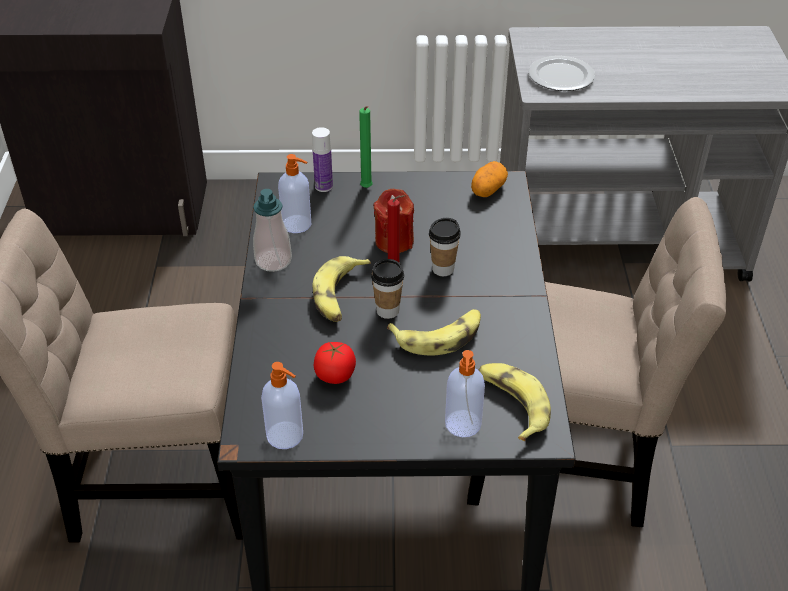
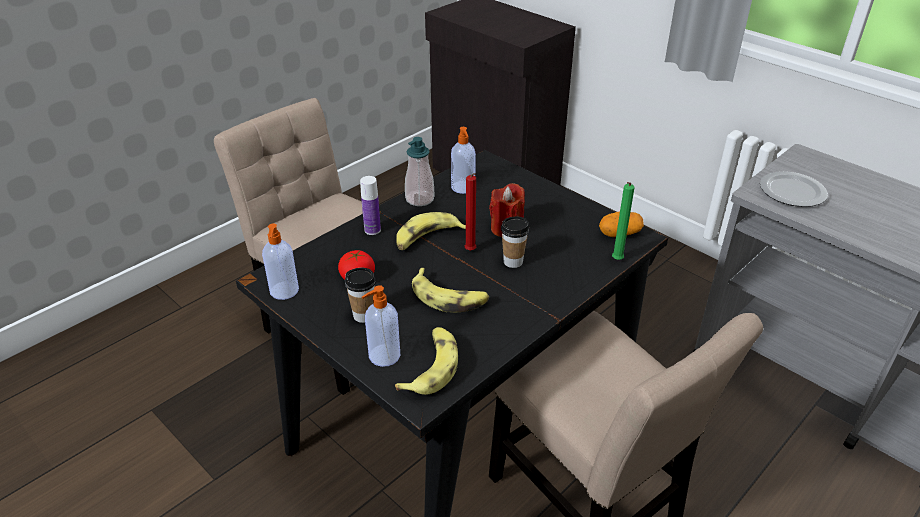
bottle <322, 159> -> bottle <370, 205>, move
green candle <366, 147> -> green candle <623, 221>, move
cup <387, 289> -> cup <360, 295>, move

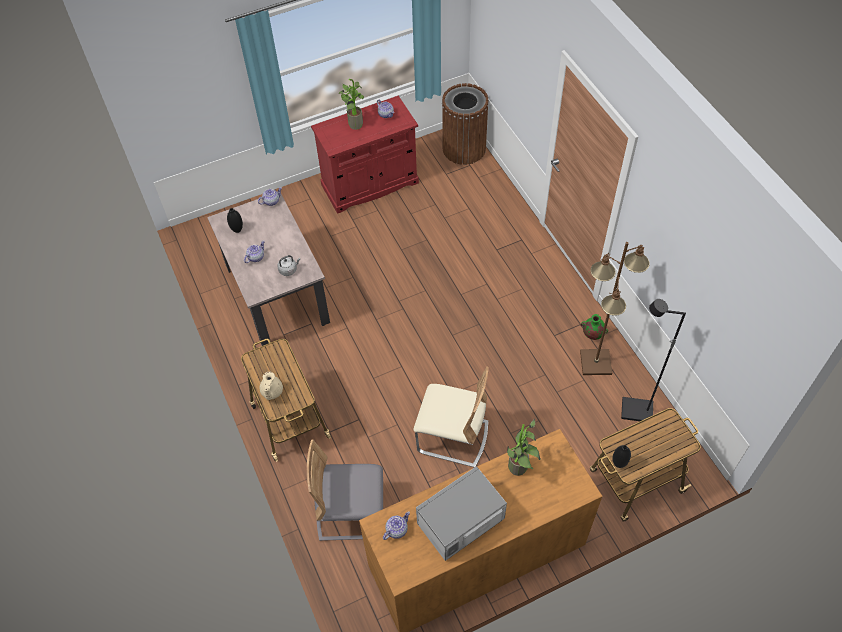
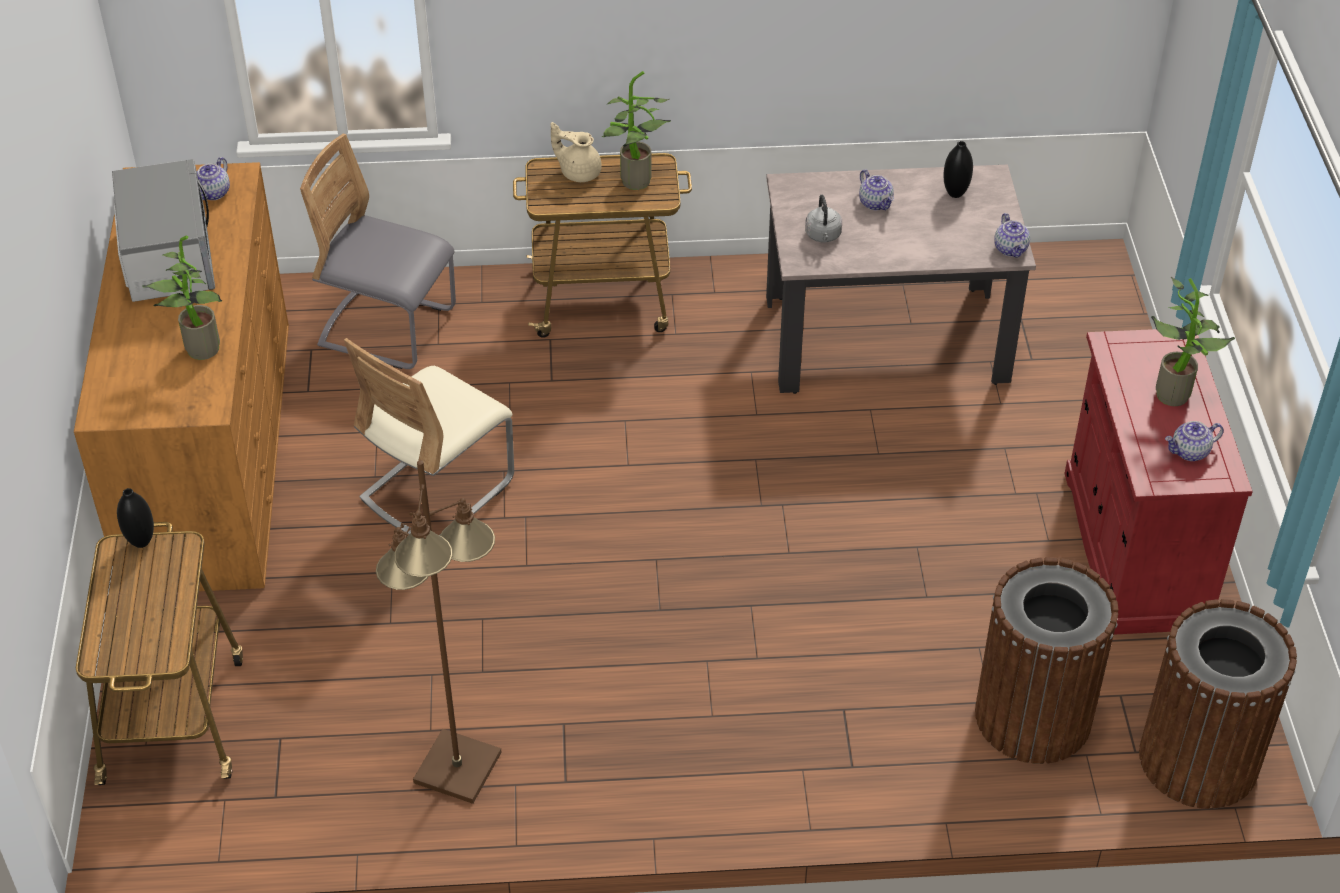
green vase <594, 327> -> none
black floor lamp <653, 360> -> none
none -> potted plant <636, 130>
none -> brown trash can <1047, 660>
grey chair <345, 490> -> grey chair <378, 251>, 90 degrees counterclockwise
teapot <396, 525> -> teapot <213, 178>, 45 degrees clockwise

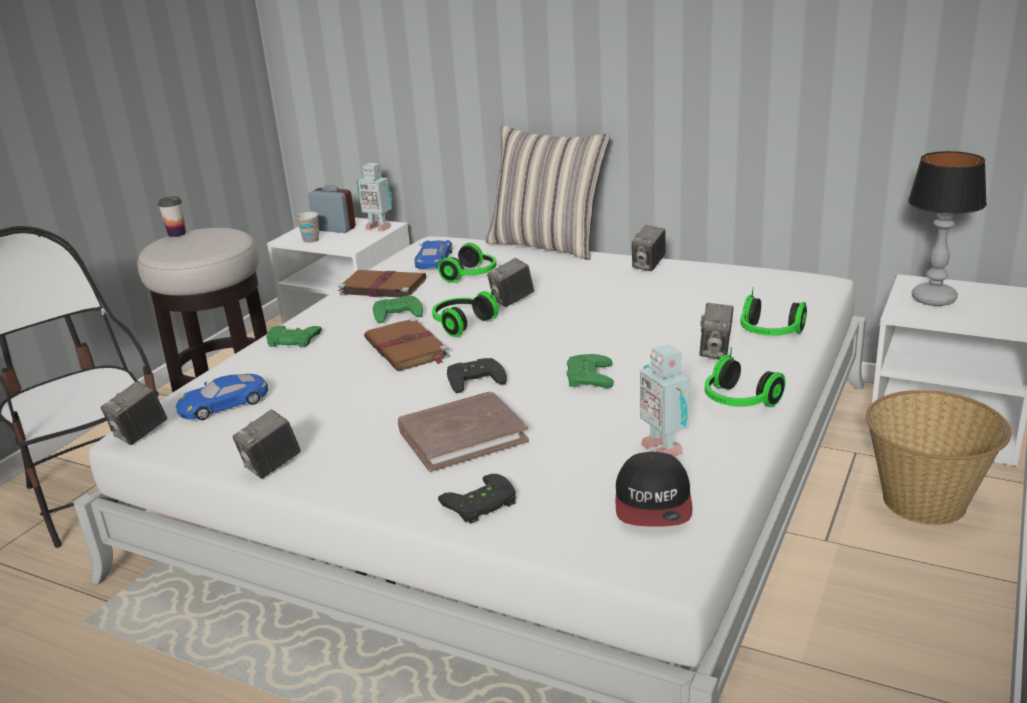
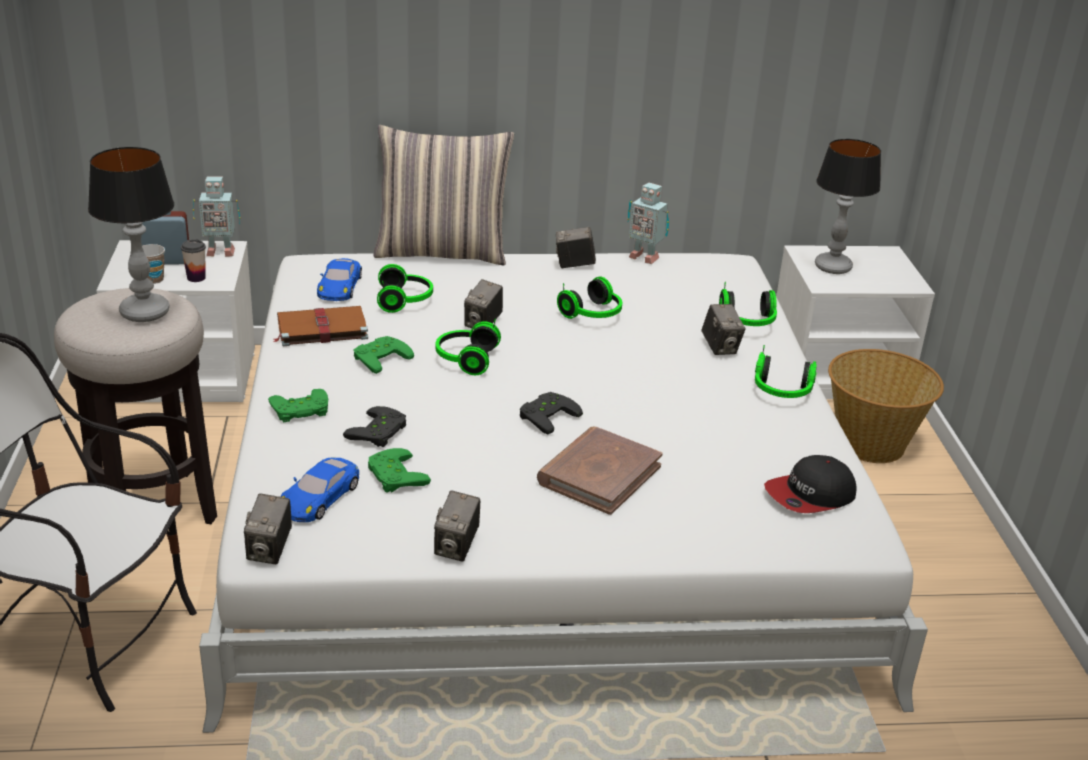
brown book <407, 344> -> none
none -> table lamp <131, 234>
none -> headphones <589, 297>
cup <172, 216> -> cup <193, 260>, move
black game controller <477, 499> -> black game controller <374, 426>, move
green game controller <590, 371> -> green game controller <399, 470>, move
toy robot <665, 400> -> toy robot <648, 223>, move
blue toy car <433, 254> -> blue toy car <339, 279>, 150 degrees counterclockwise
cap <654, 489> -> cap <810, 484>, 90 degrees clockwise
photo camera <649, 248> -> photo camera <576, 247>, 90 degrees clockwise

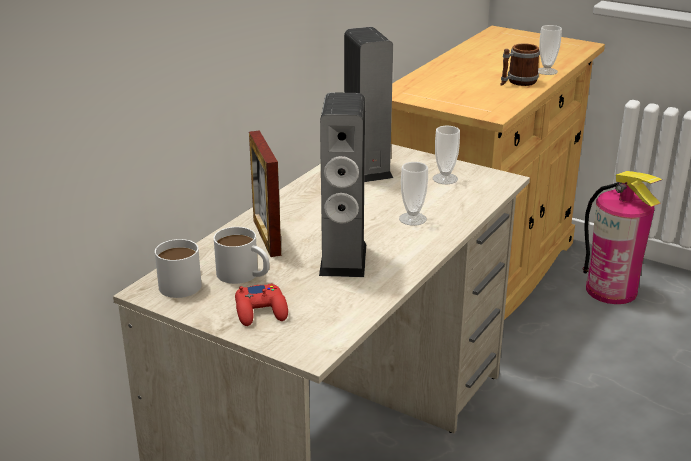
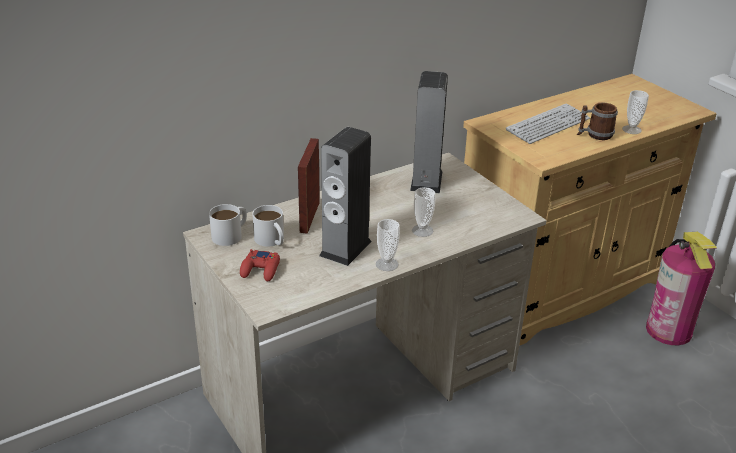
none -> keyboard <548, 123>
cup <446, 155> -> cup <388, 245>, move

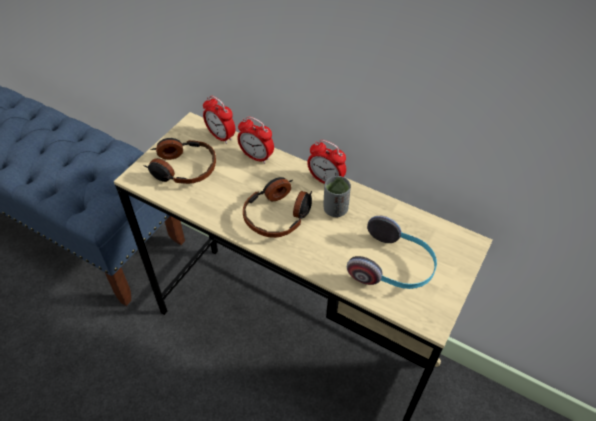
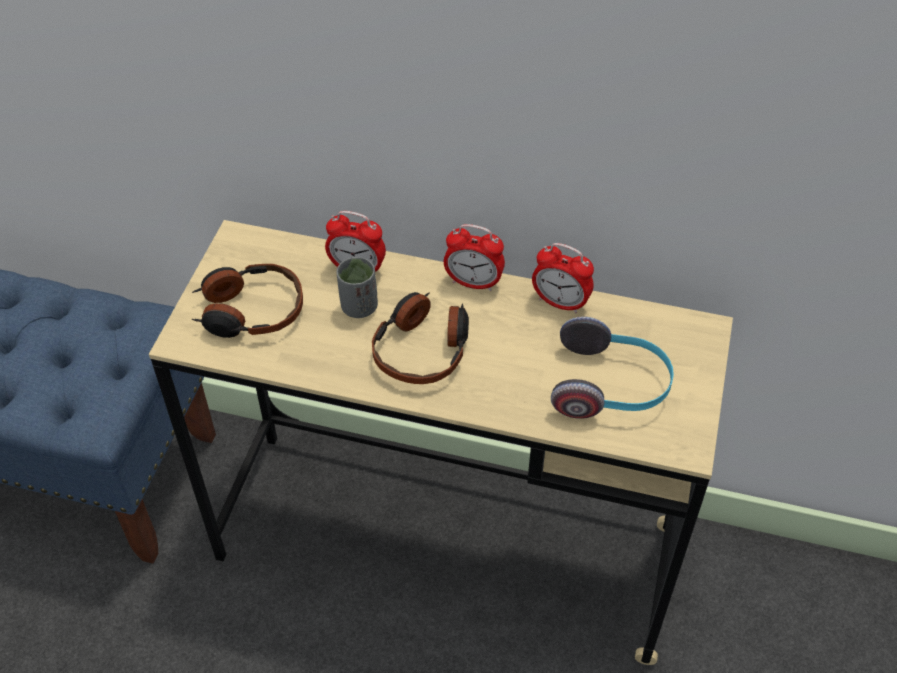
alarm clock <219, 119> -> alarm clock <563, 278>, move
grey cup <337, 196> -> grey cup <357, 287>, move

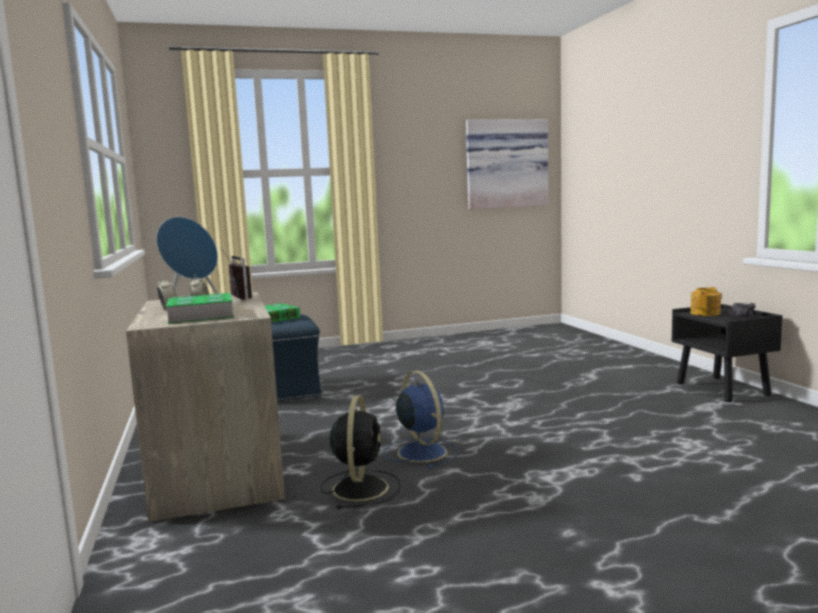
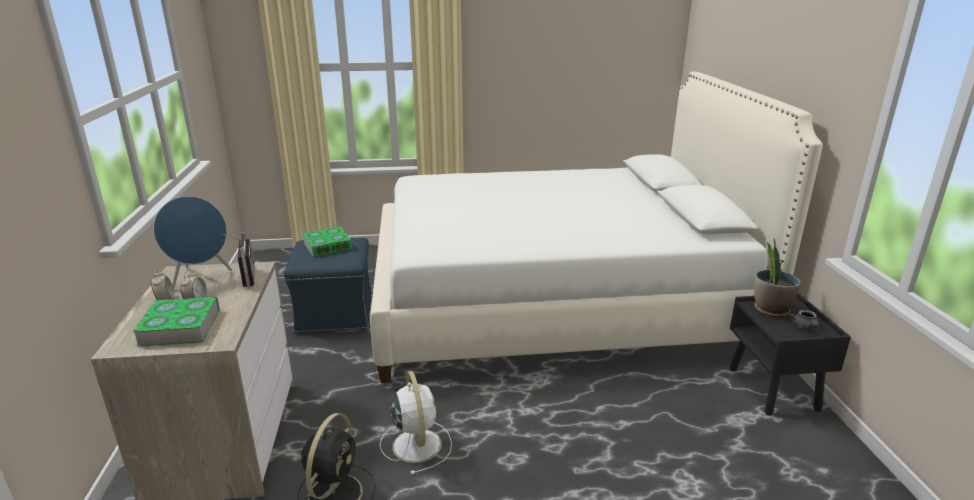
picture <507, 164> -> none
none -> white bed <596, 227>
teapot <705, 301> -> potted plant <777, 277>
blue fan <421, 420> -> white fan <416, 423>

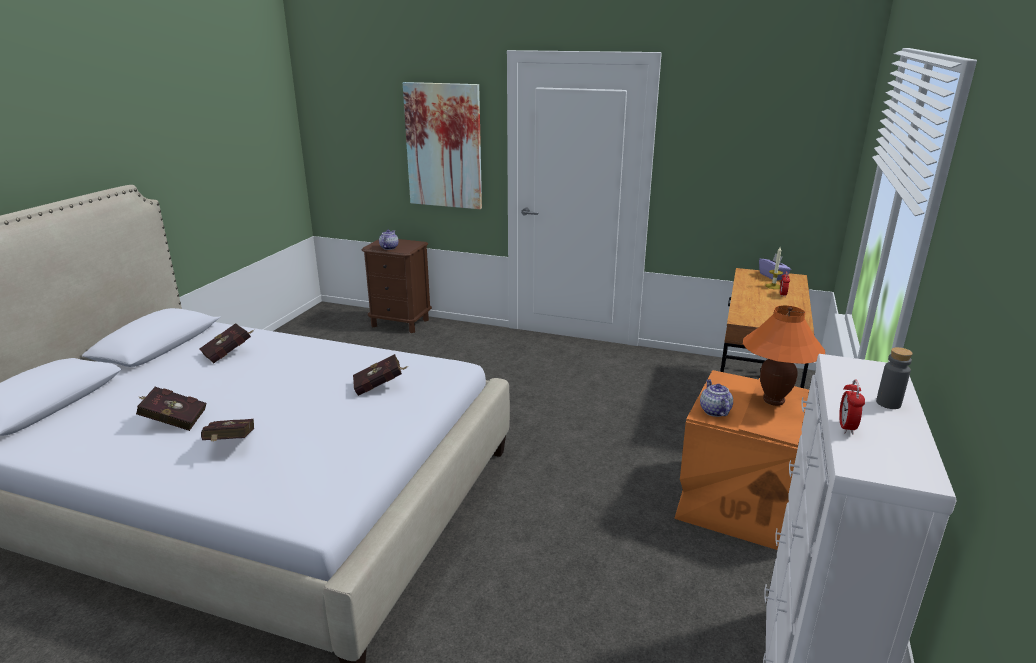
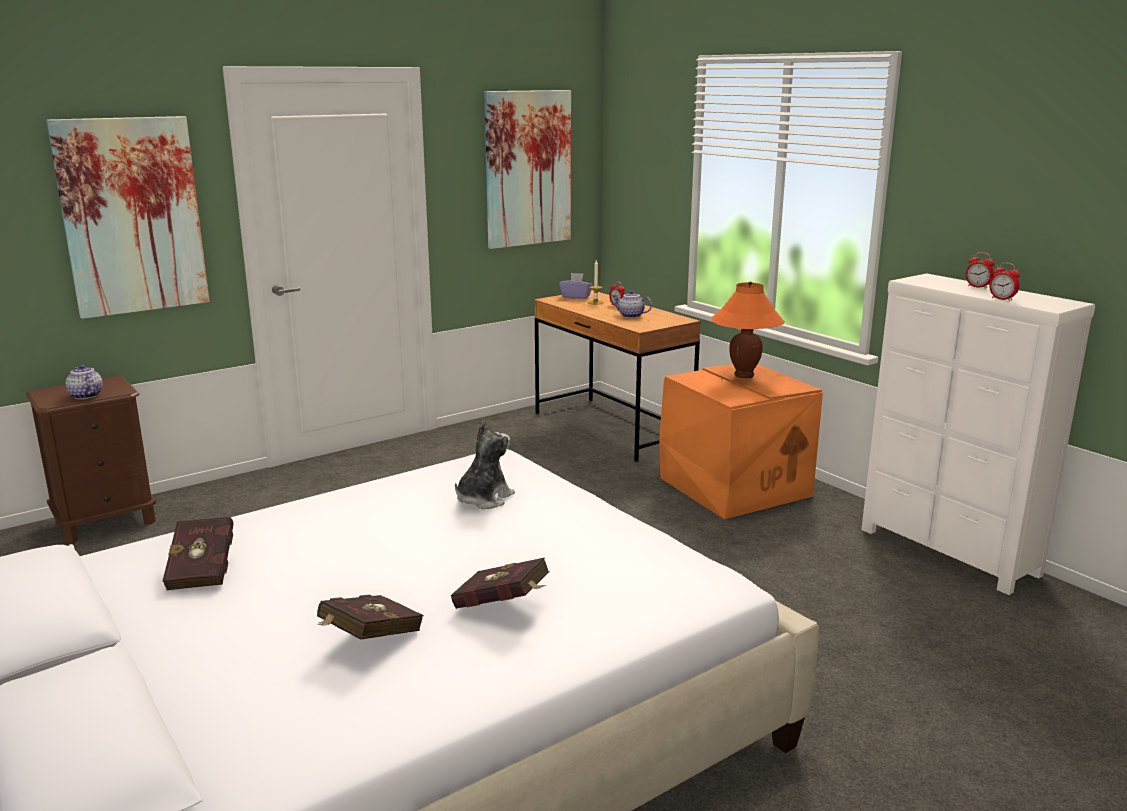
none -> picture <527, 169>
teapot <716, 398> -> teapot <632, 304>, move
red book <380, 375> -> plush toy <485, 465>
grey bottle <894, 378> -> alarm clock <980, 270>

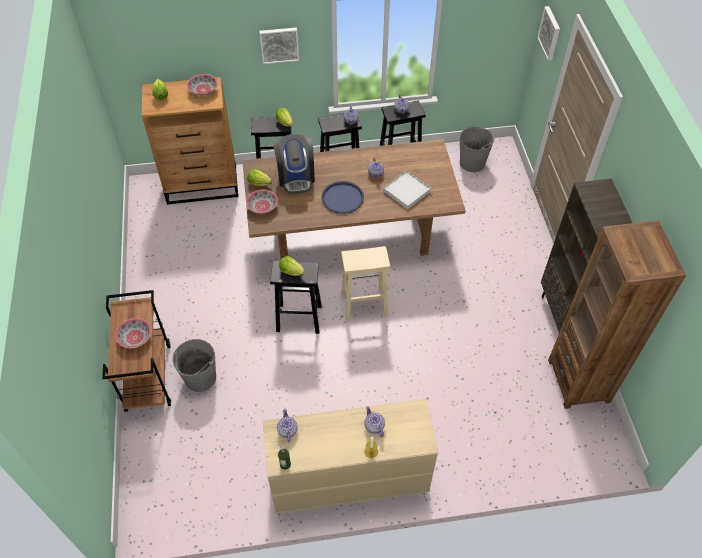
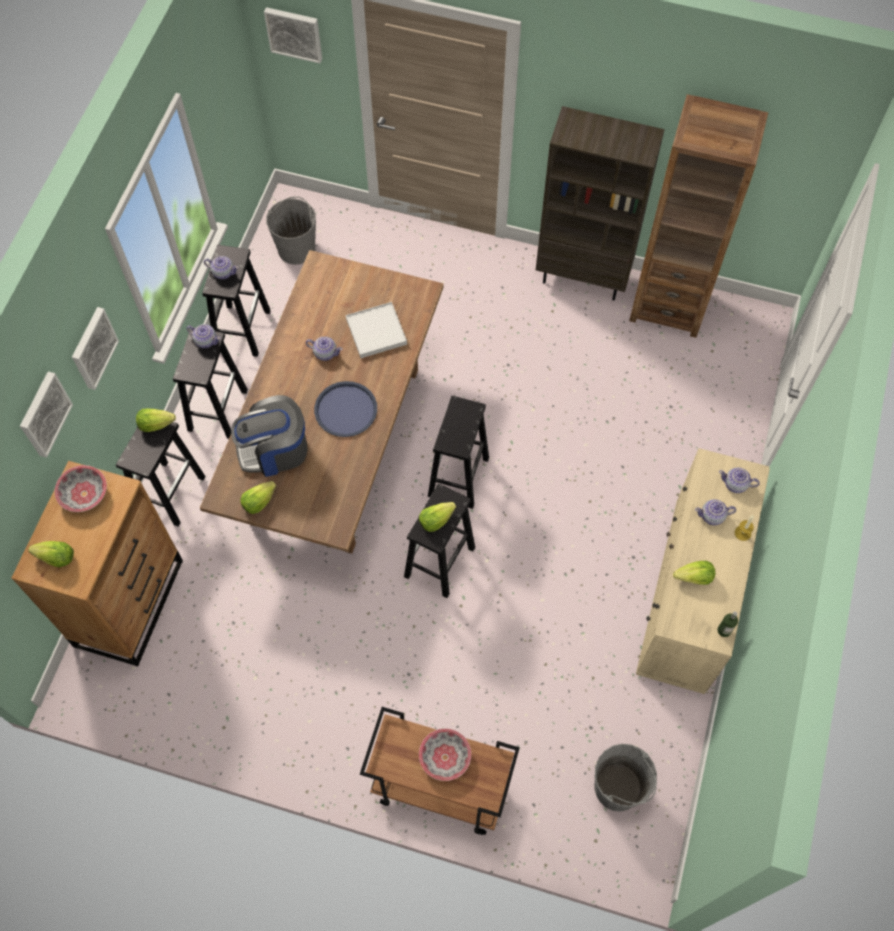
bowl <262, 201> -> none
none -> picture <46, 414>
none -> lettuce <694, 573>
grey bucket <194, 365> -> grey bucket <626, 778>, move
teapot <287, 426> -> teapot <739, 480>, move
beige stool <365, 284> -> black stool <458, 452>
coffee machine <294, 164> -> coffee machine <269, 436>, 150 degrees clockwise

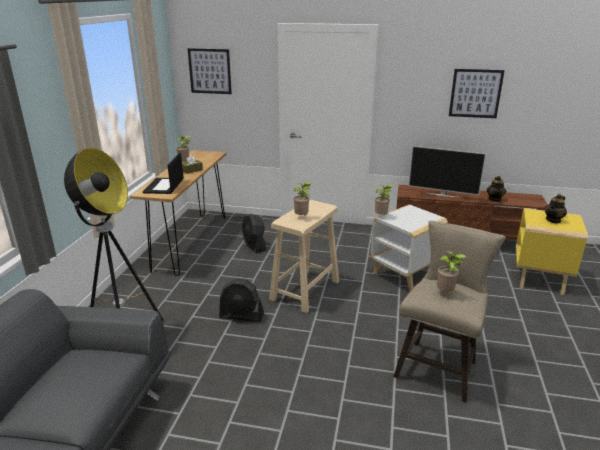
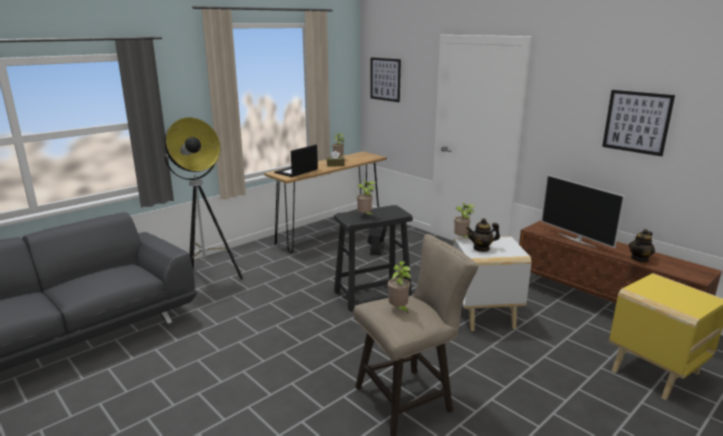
black fan <241, 300> -> none
teapot <555, 209> -> teapot <483, 235>, move
beige stool <304, 256> -> black stool <373, 258>

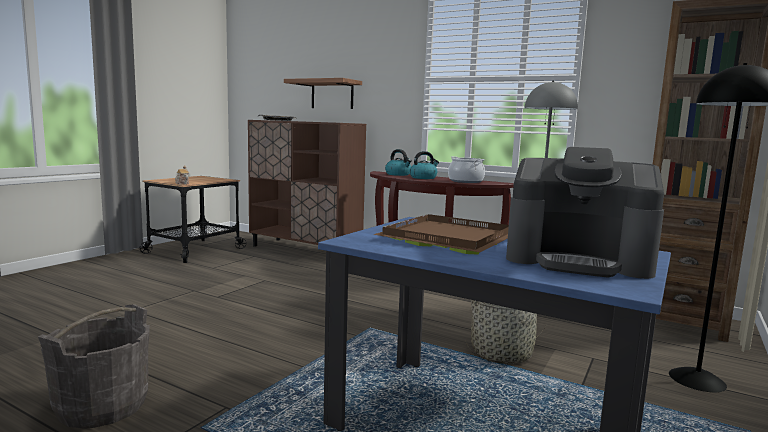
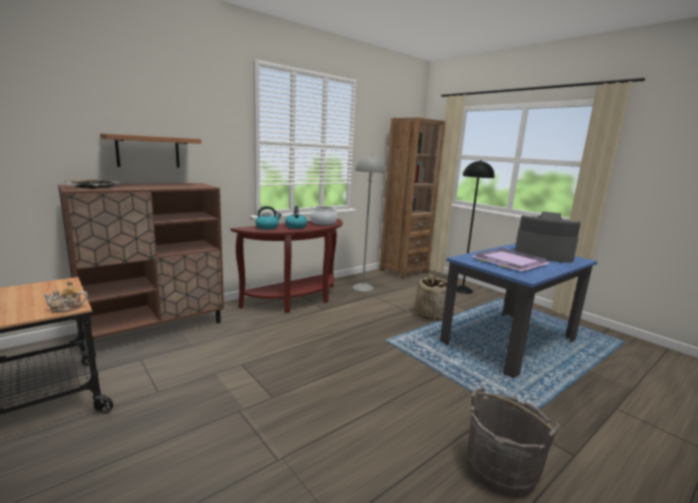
brown tray <441, 234> -> purple tray <510, 259>
coffee machine <585, 213> -> coffee machine <547, 237>, 105 degrees counterclockwise

